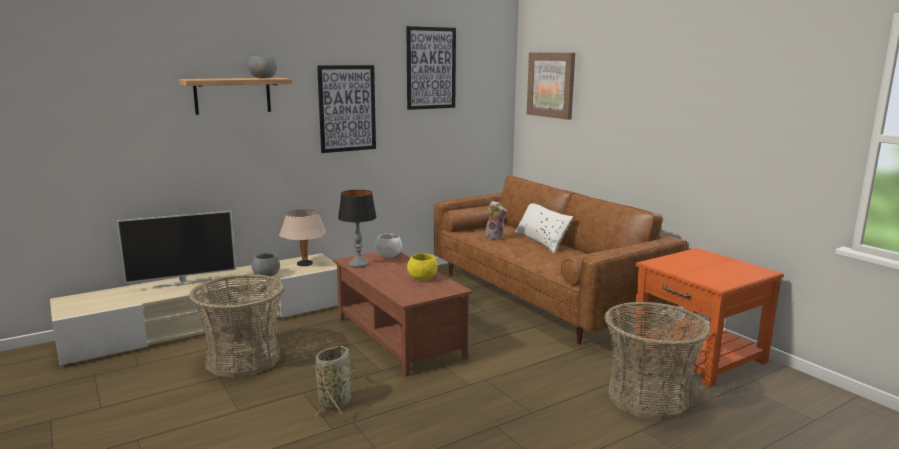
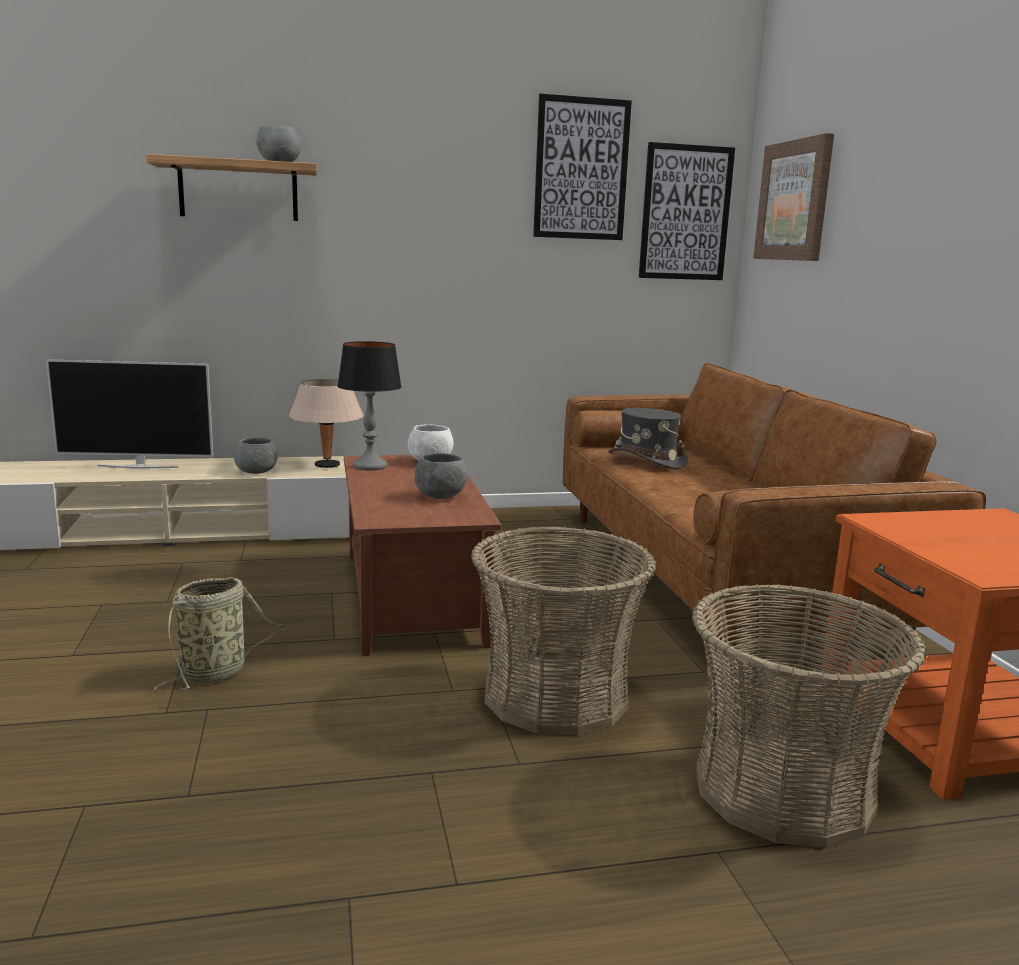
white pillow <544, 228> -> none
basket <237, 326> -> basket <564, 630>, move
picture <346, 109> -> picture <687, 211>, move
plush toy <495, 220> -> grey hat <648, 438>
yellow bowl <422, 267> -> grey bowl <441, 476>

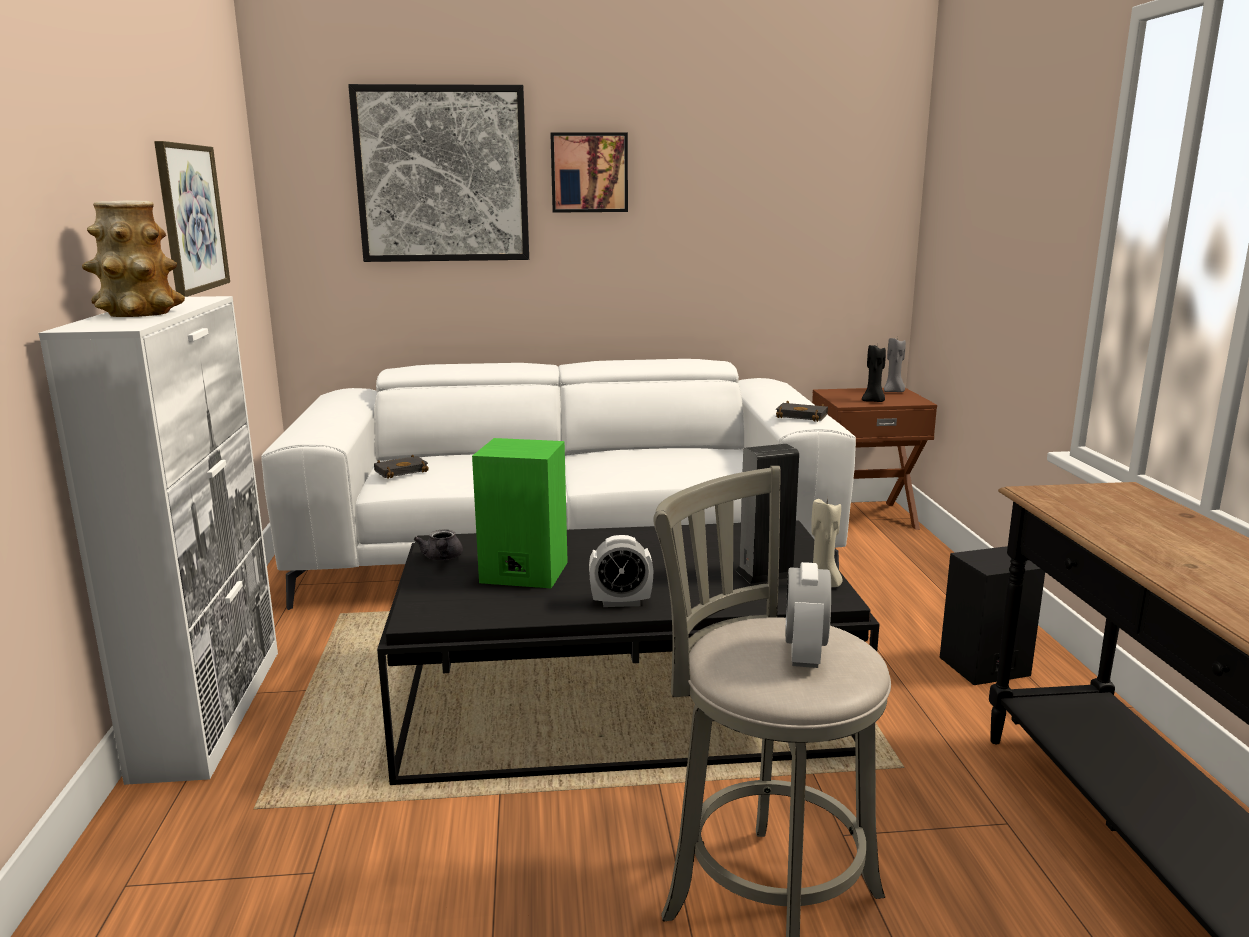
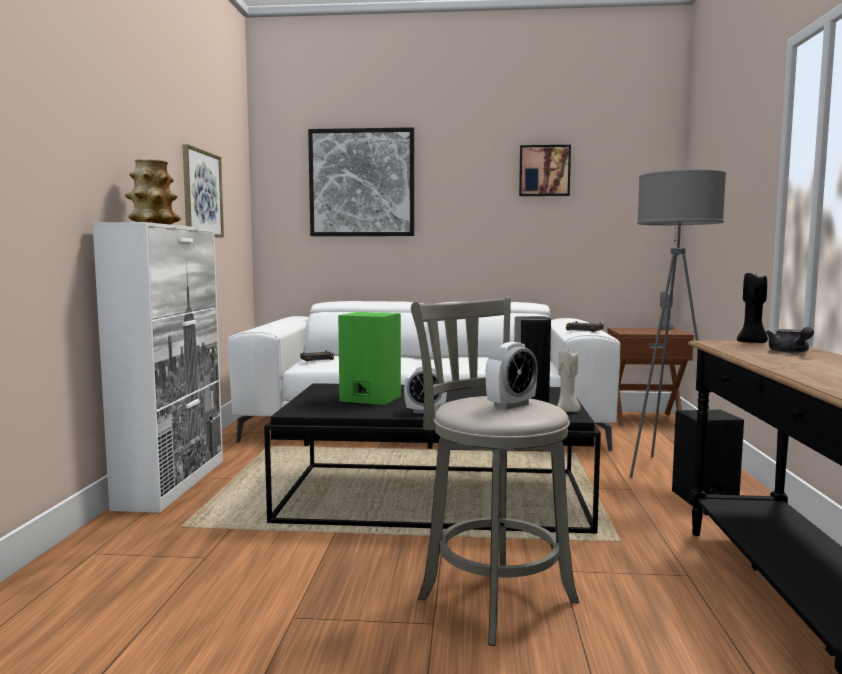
none -> grey floor lamp <678, 323>
grey teapot <438, 544> -> grey teapot <790, 340>, move
picture <589, 173> -> picture <545, 170>, move
black candle <874, 373> -> black candle <752, 308>, move
alarm clock <808, 615> -> alarm clock <512, 376>, 150 degrees counterclockwise

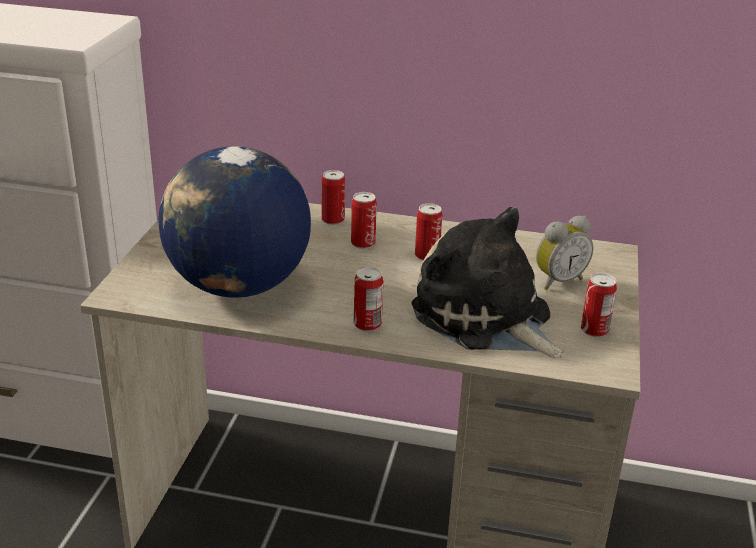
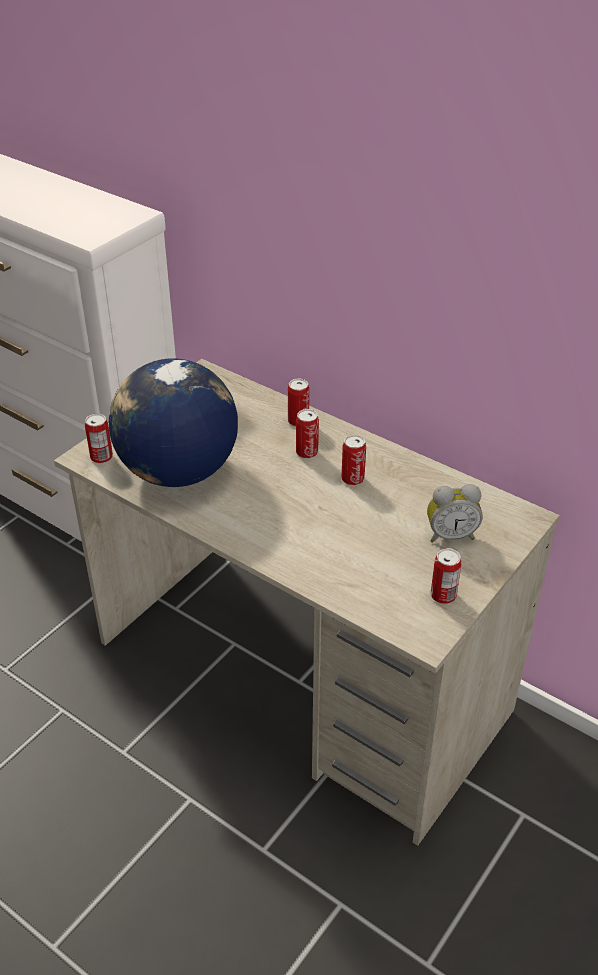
plush toy <488, 282> -> none
can <368, 299> -> can <99, 438>, move

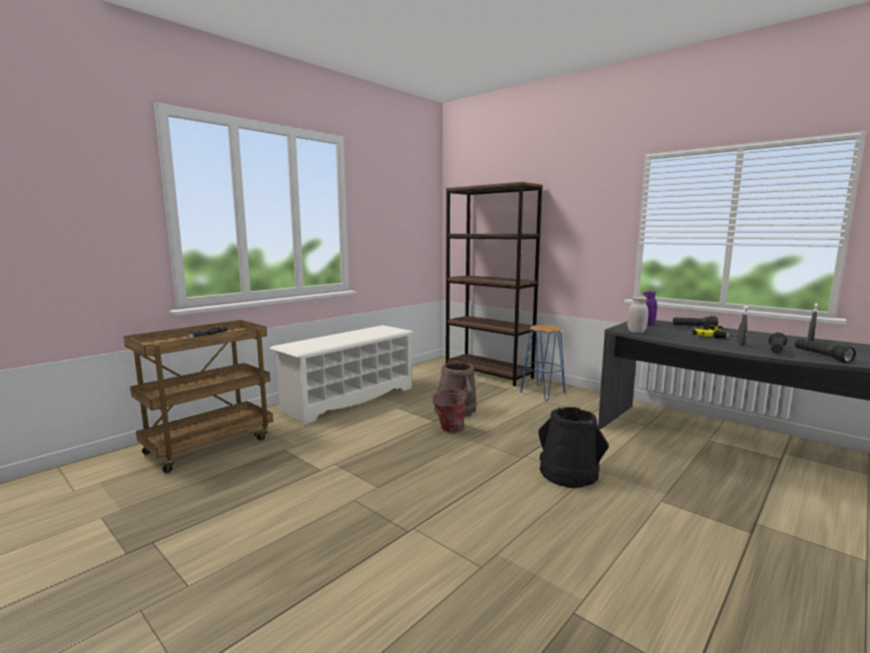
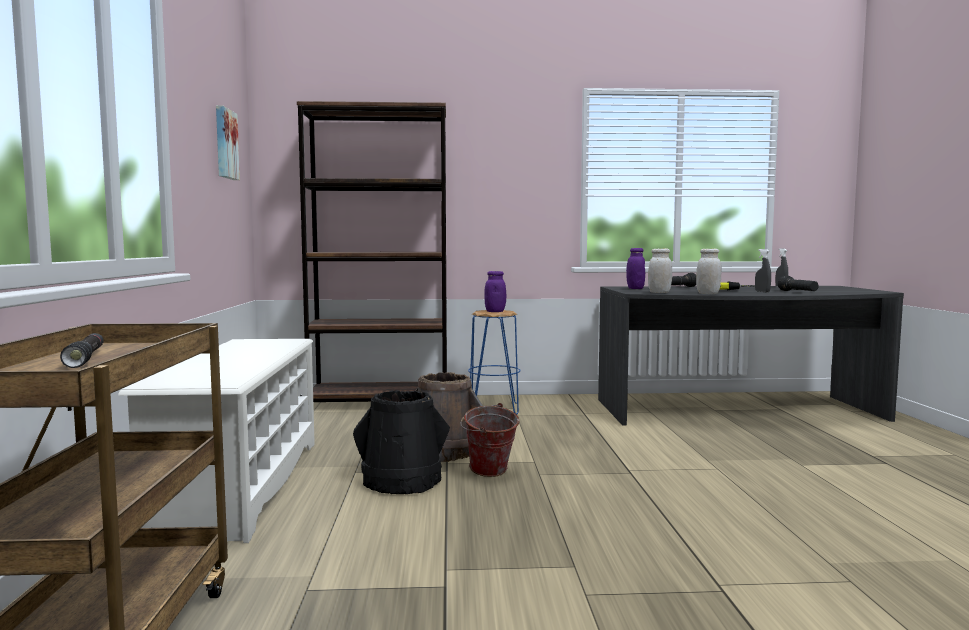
black flashlight <825, 351> -> none
none -> picture <228, 142>
none -> purple jar <495, 291>
none -> white jar <709, 271>
black bucket <574, 447> -> black bucket <401, 442>, move

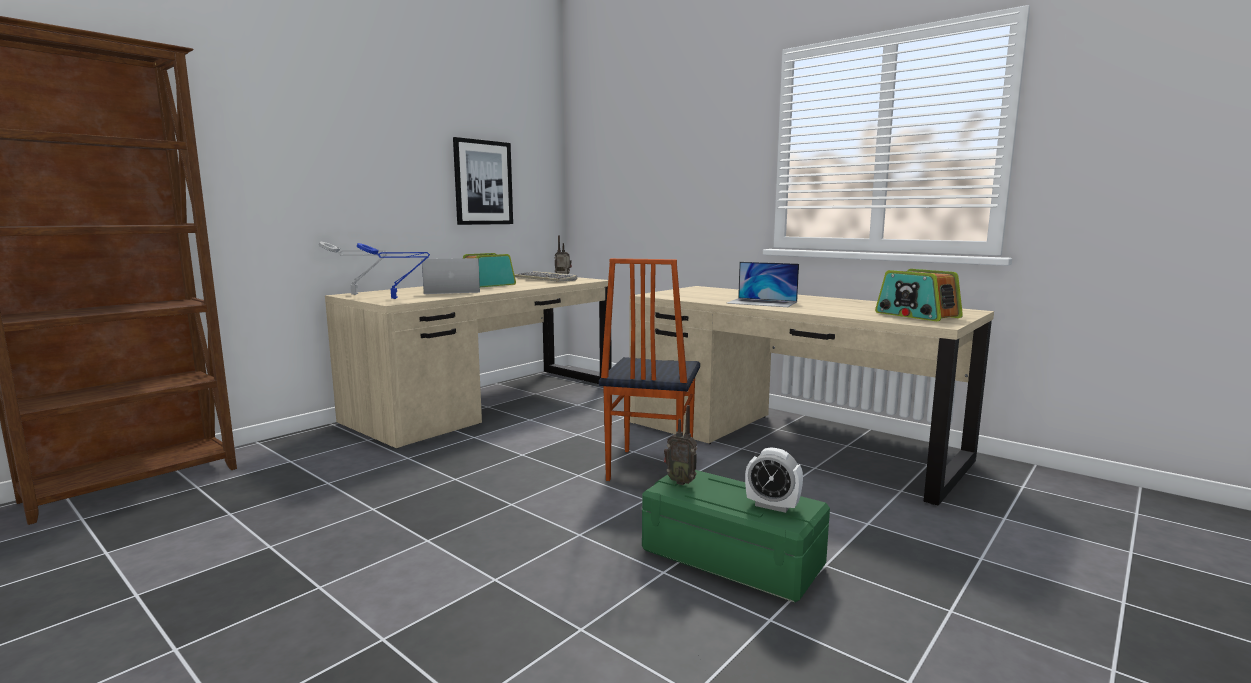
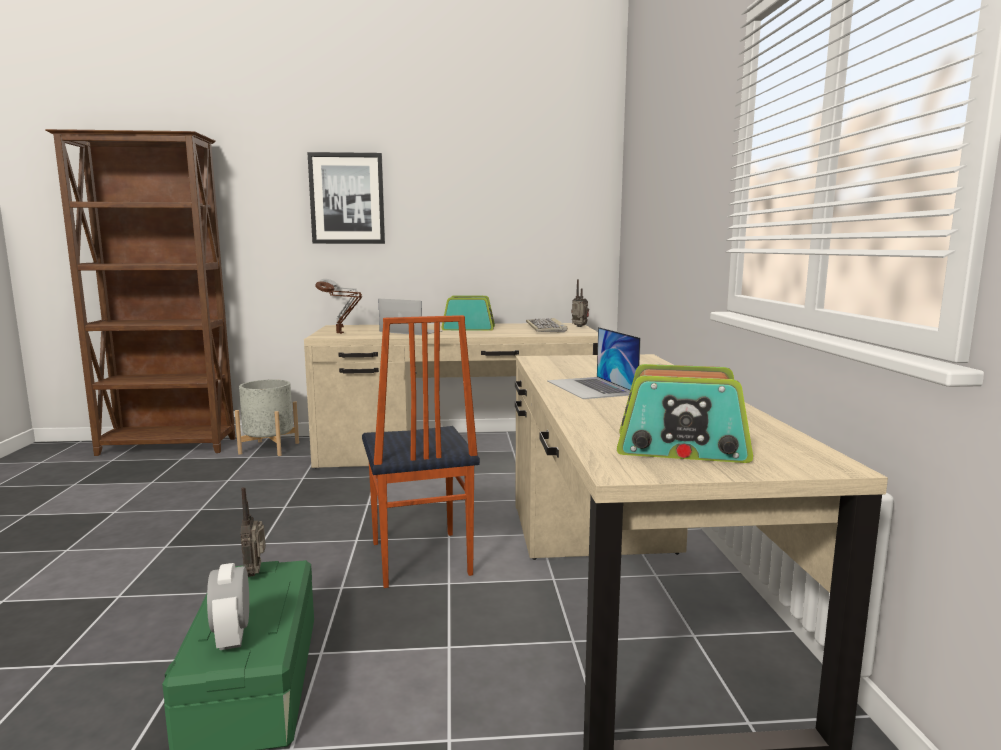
none -> grey planter <267, 418>
picture <483, 181> -> picture <346, 198>, move
blue table lamp <393, 271> -> brown table lamp <338, 308>
chair <649, 369> -> chair <421, 451>, 75 degrees counterclockwise
radio <919, 295> -> radio <685, 413>, 90 degrees counterclockwise

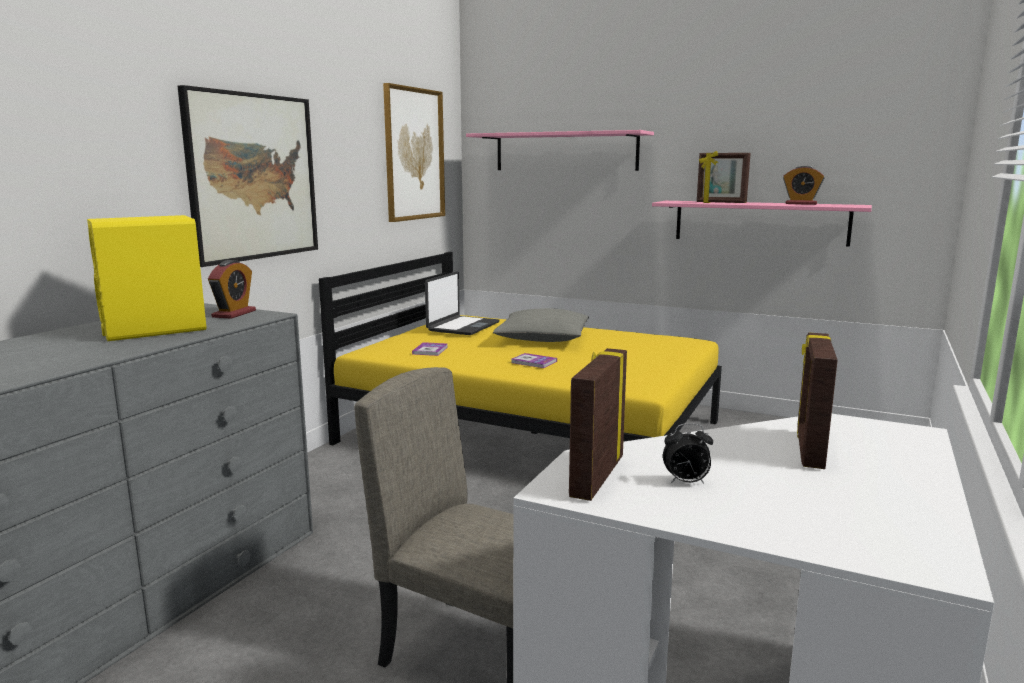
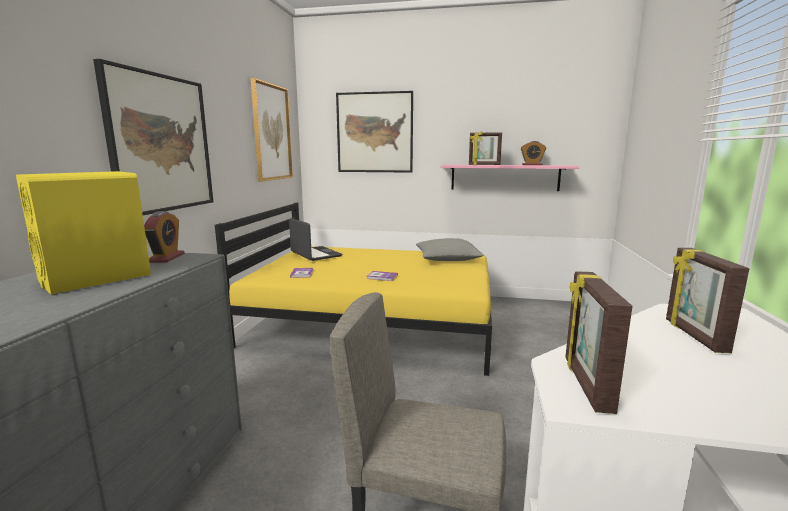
alarm clock <688, 453> -> none
grey pillow <541, 325> -> grey pillow <450, 249>, move
pink shelf <560, 150> -> picture <374, 132>
laptop <462, 303> -> laptop <315, 239>, 45 degrees counterclockwise

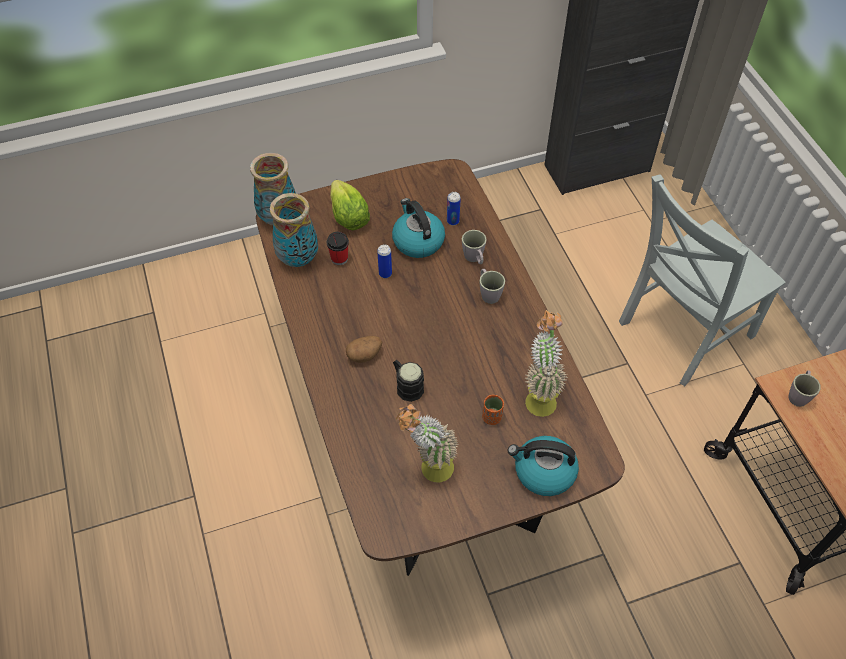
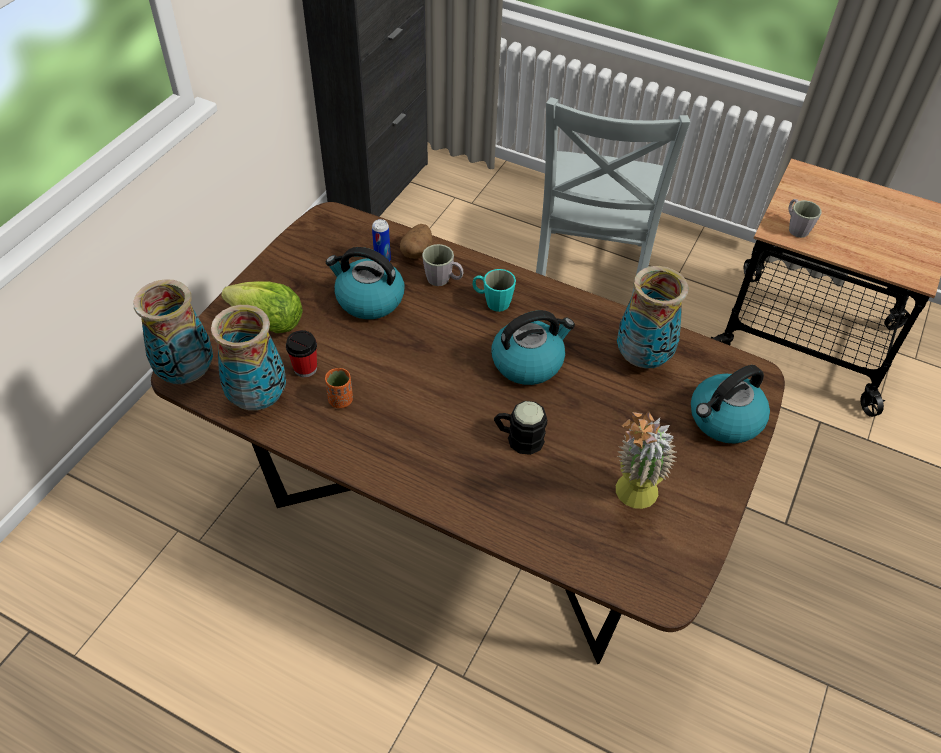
can <384, 261> -> none
none -> kettle <533, 347>
potato <364, 349> -> potato <416, 241>, move
orange cup <493, 410> -> orange cup <339, 388>, move
potted plant <546, 363> -> vase <653, 317>
grey mug <492, 286> -> turquoise mug <494, 290>

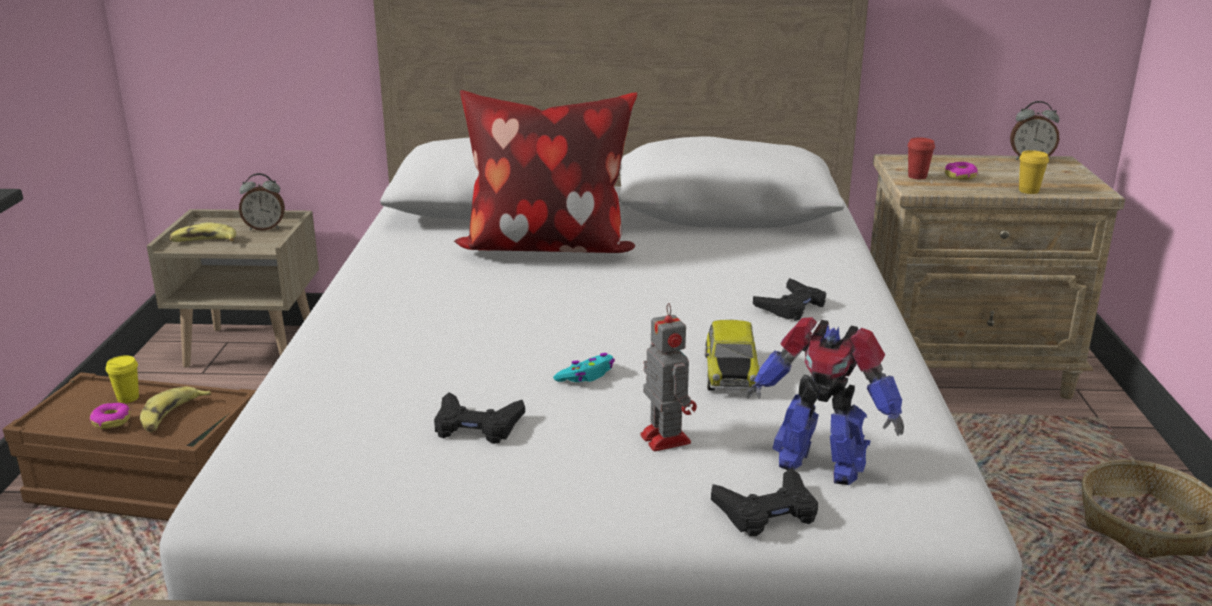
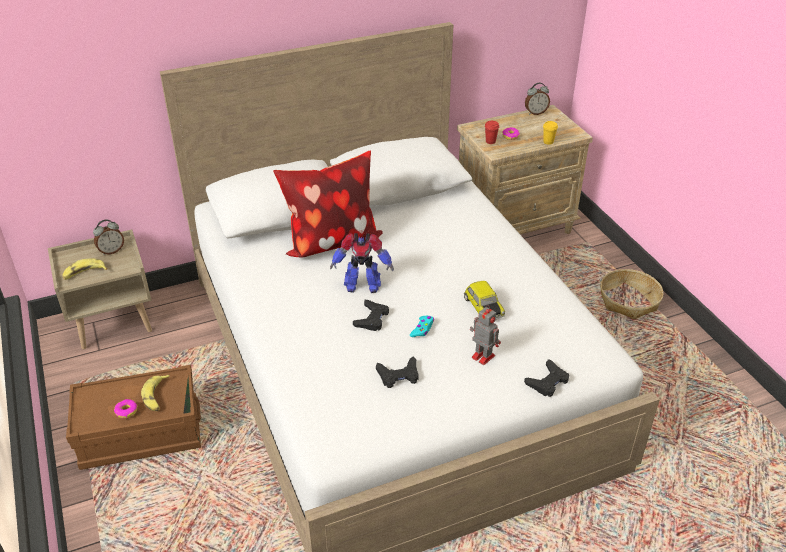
yellow cup <122, 379> -> none
toy robot <825, 401> -> toy robot <362, 263>, move
black game controller <789, 299> -> black game controller <371, 315>, move

